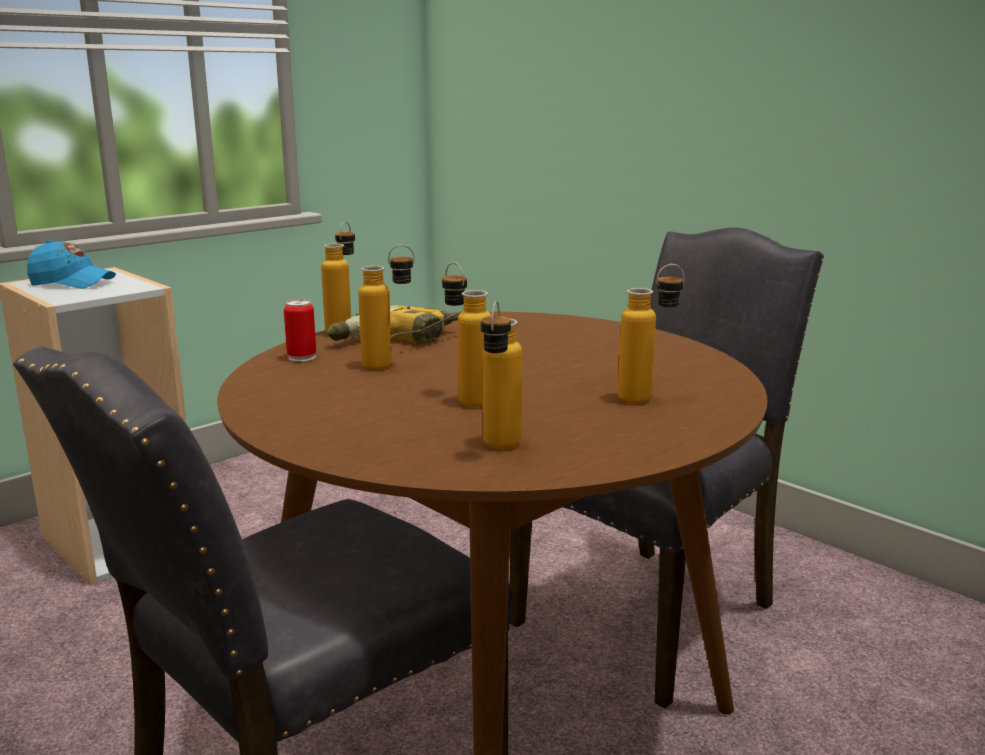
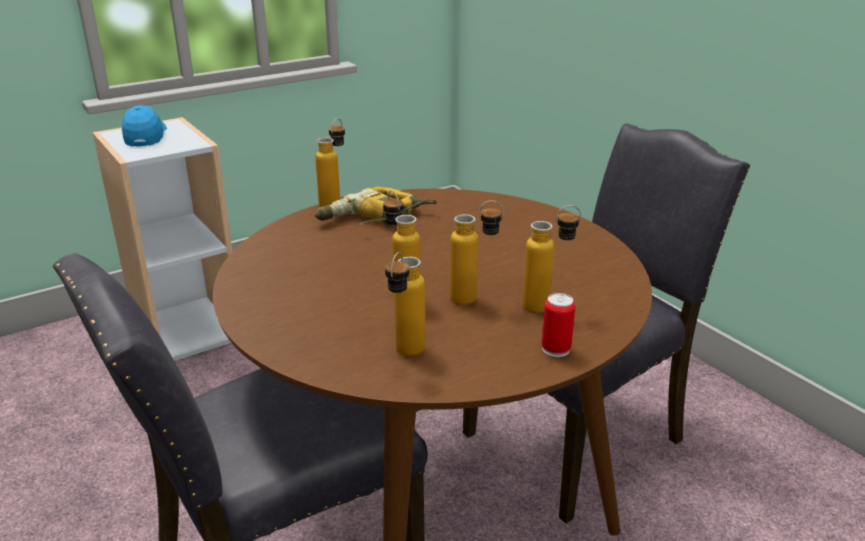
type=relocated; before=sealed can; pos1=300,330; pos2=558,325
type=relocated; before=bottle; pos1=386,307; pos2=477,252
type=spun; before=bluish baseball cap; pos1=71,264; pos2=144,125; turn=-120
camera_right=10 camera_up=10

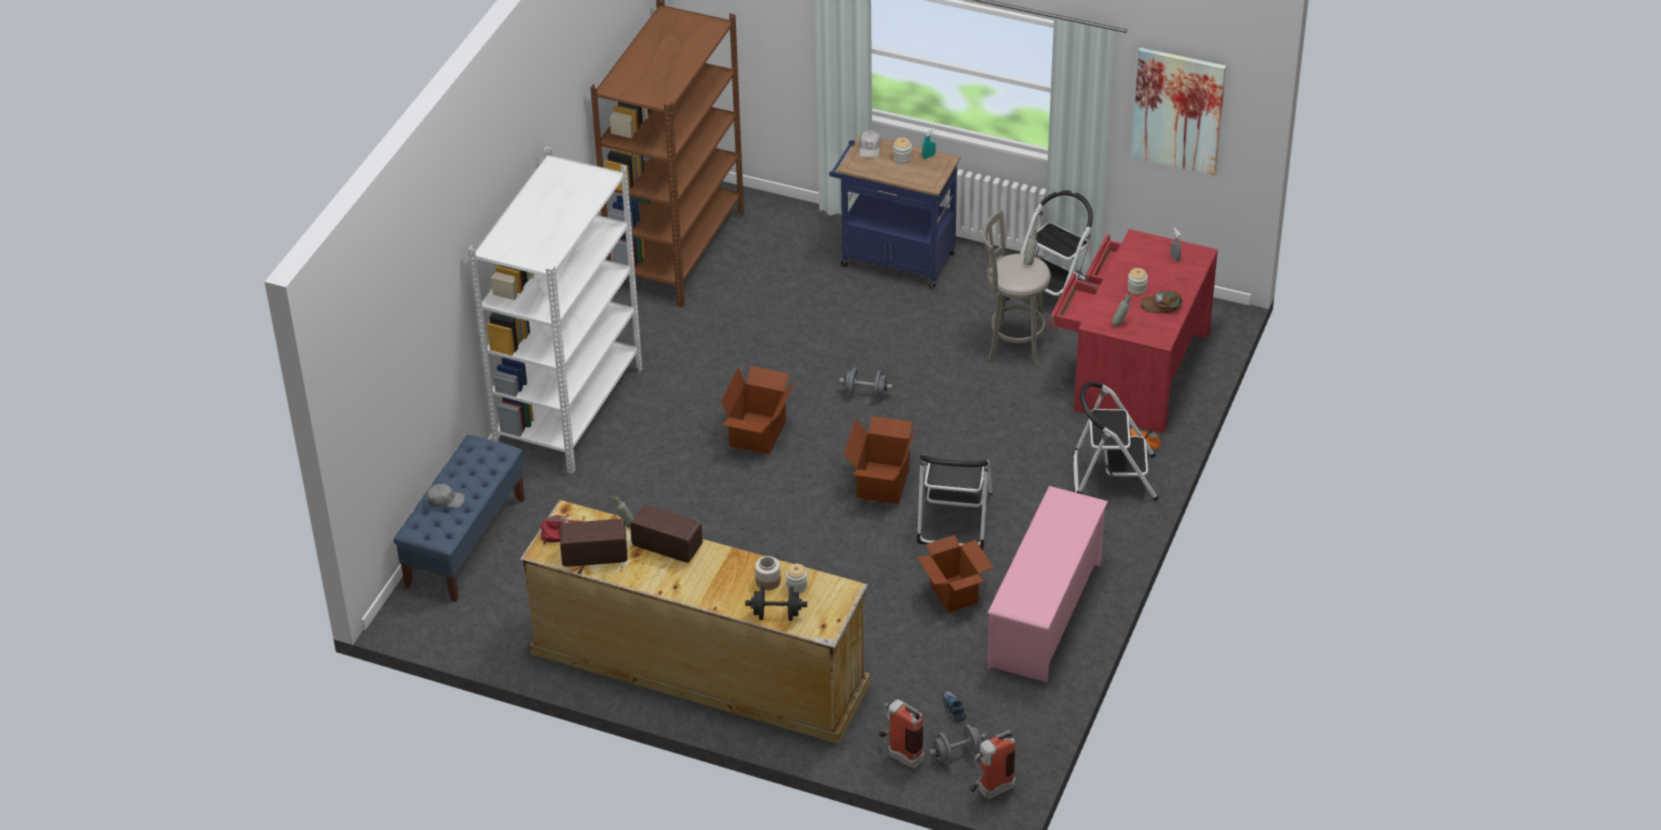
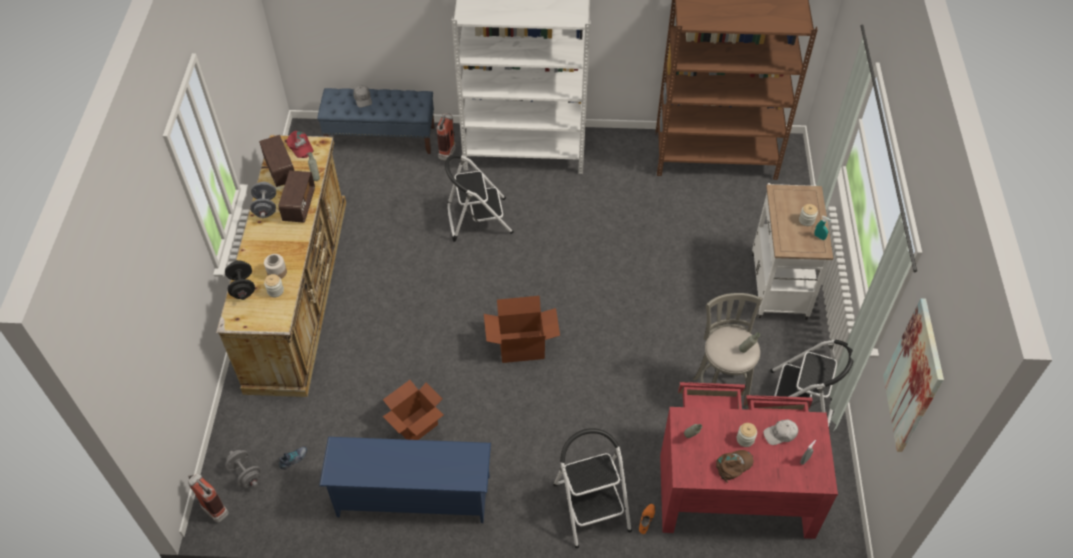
type=missing; before=cardboard box; pos1=758,410
type=relocated; before=gray free weight; pos1=866,384; pos2=263,200
type=relocated; before=white baseball cap; pos1=870,144; pos2=780,432
type=relocated; before=fire extinguisher; pos1=901,733; pos2=446,137
type=relocated; before=stepladder; pos1=955,502; pos2=479,198
type=colour; before=bluish cart; after=white cart; pos1=895,211; pos2=792,251
type=colour; before=pink shoe shelf; after=bluish shoe shelf; pos1=1047,584; pos2=405,480
type=spun; before=brown baseball cap; pos1=1162,302; pos2=734,466; turn=75
camera_right=70 camera_up=10

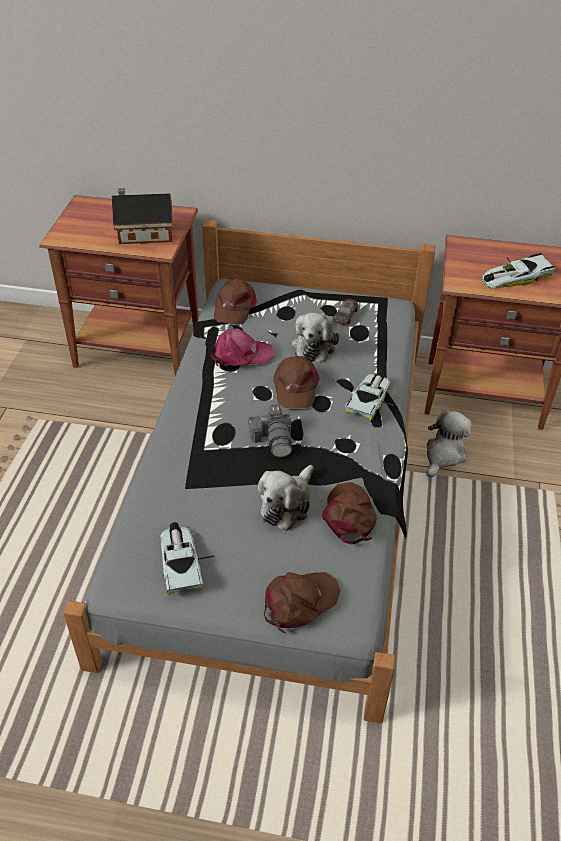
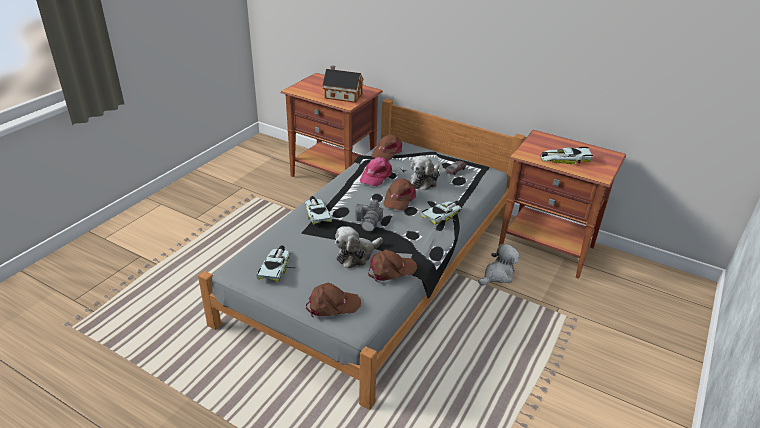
type=appeared; after=toy car; pos2=320,210
type=spun; before=pink baseball cap; pos1=242,347; pos2=376,171; turn=105
type=spun; before=brown baseball cap; pos1=349,513; pos2=392,266; turn=45
camera_right=20 camera_up=-10

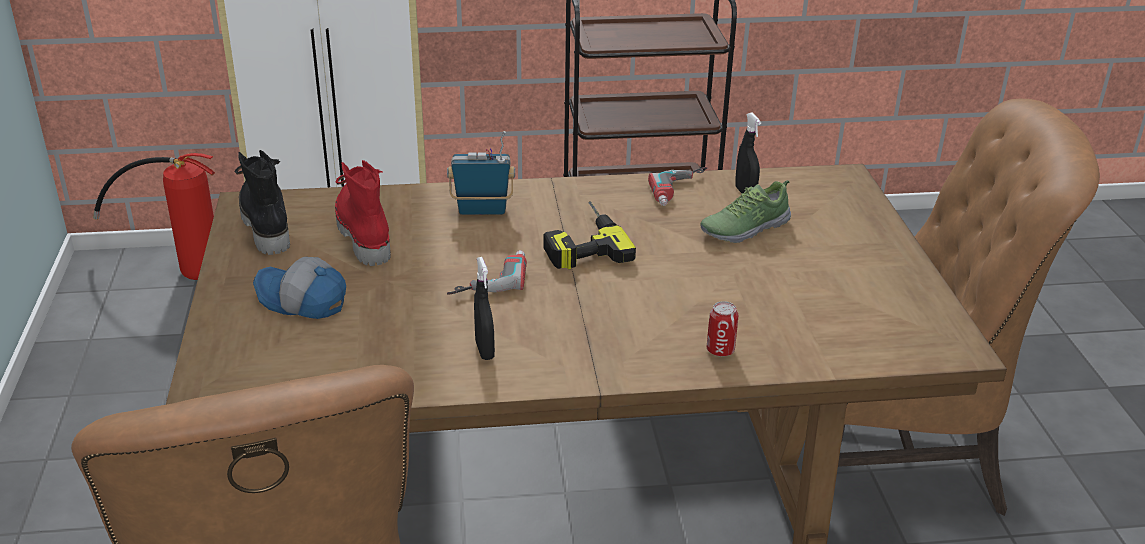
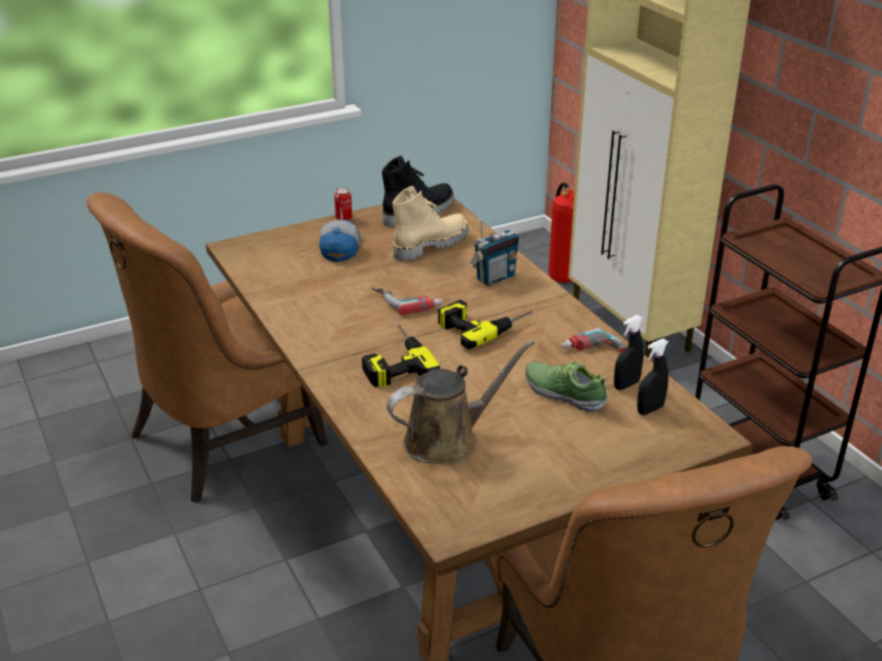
type=appeared; after=drill; pos2=401,356
type=appeared; after=brown sprinkling can; pos2=461,402
type=relocated; before=black hand sprayer; pos1=484,308; pos2=653,377
type=relocated; before=sealed can; pos1=722,329; pos2=343,204
type=colour; before=red high-top boot; after=beige-coloured high-top boot; pos1=363,213; pos2=430,224
type=spun; before=radio set; pos1=481,173; pos2=494,252; turn=75
camera_right=70 camera_up=0

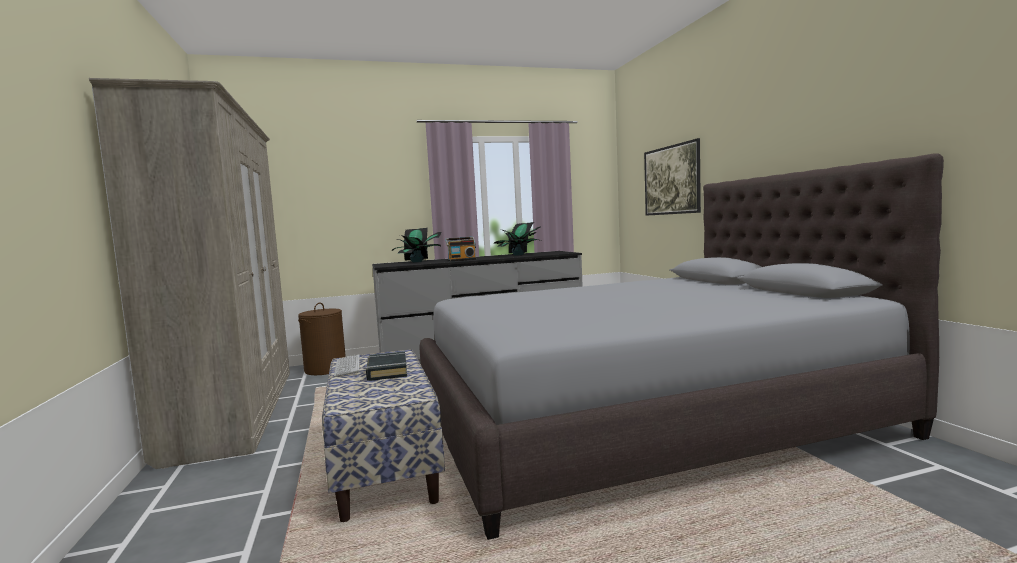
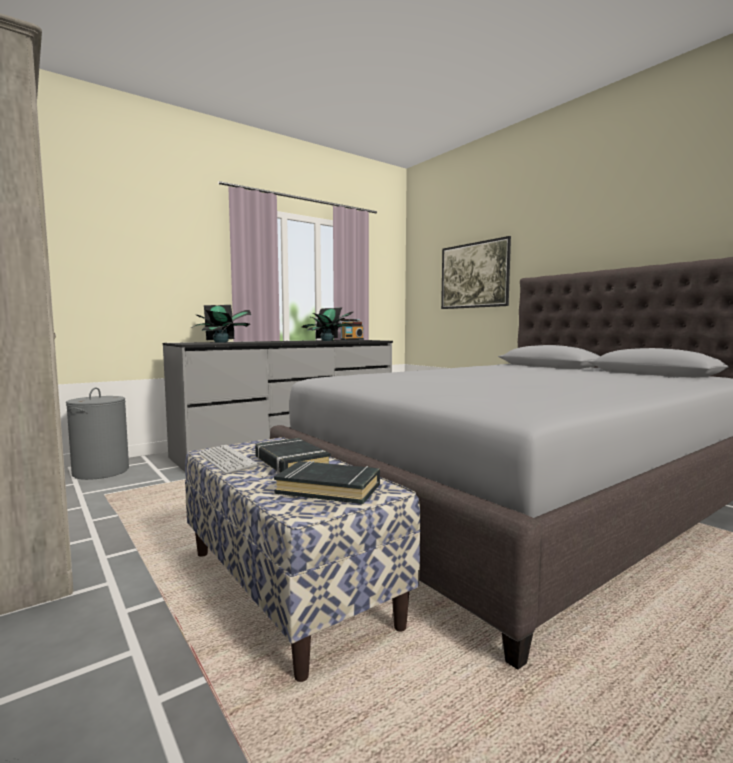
type=appeared; after=black volume; pos2=327,482
type=relocated; before=radio set; pos1=460,249; pos2=351,329
type=colour; before=brown washing basket; after=gray washing basket; pos1=322,339; pos2=97,433
camera_right=-20 camera_up=0

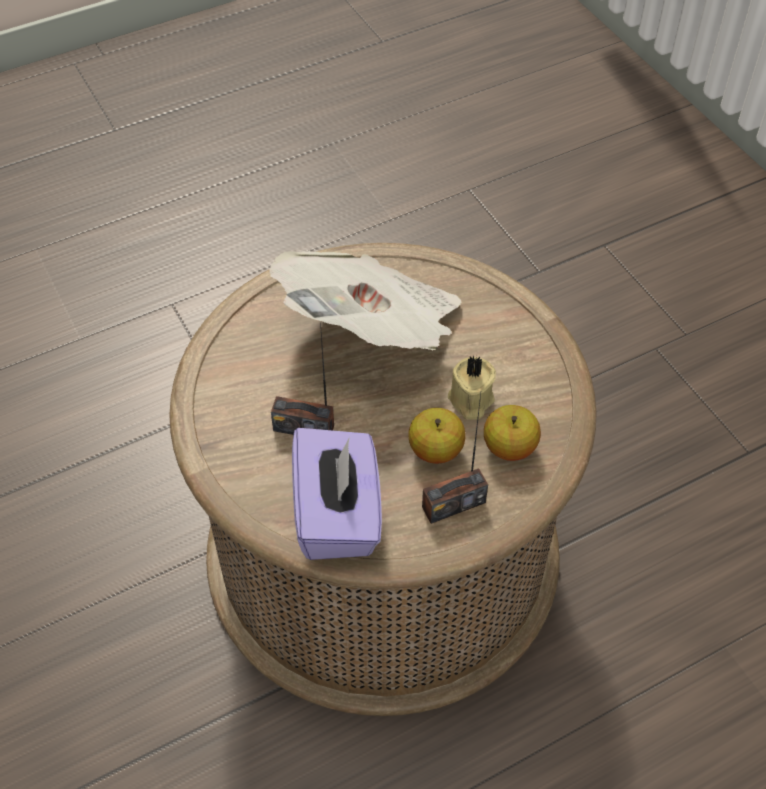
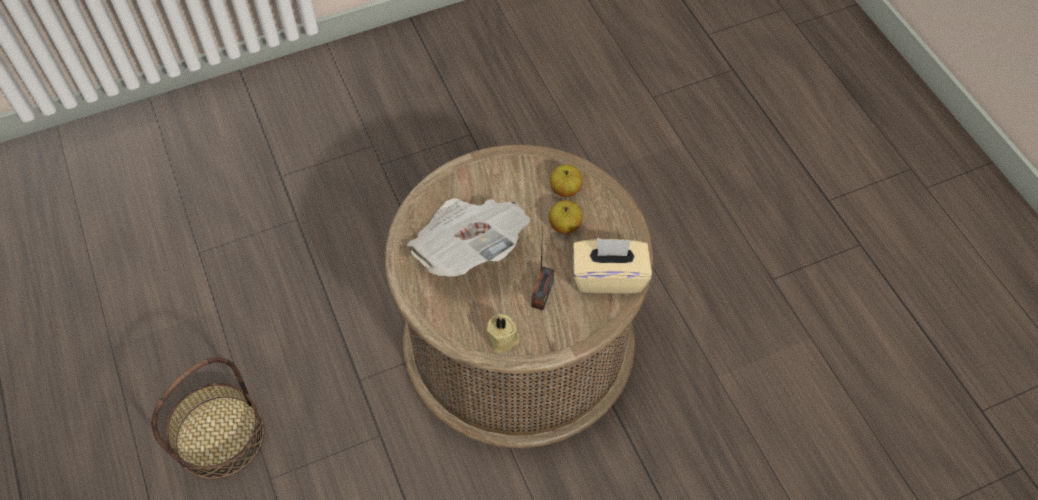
type=missing; before=radio set; pos1=455,459
type=appeared; after=storage basket; pos2=207,418
type=relocated; before=beige-coloured wax candle; pos1=472,388; pos2=503,333
type=colour; before=purple tissue holder; after=beige-coloured tissue holder; pos1=337,494; pos2=612,266
camera_right=-85 camera_up=5

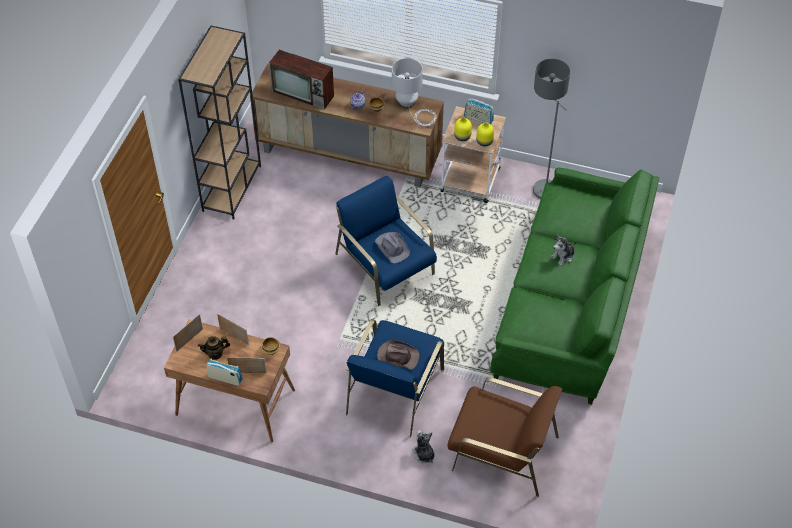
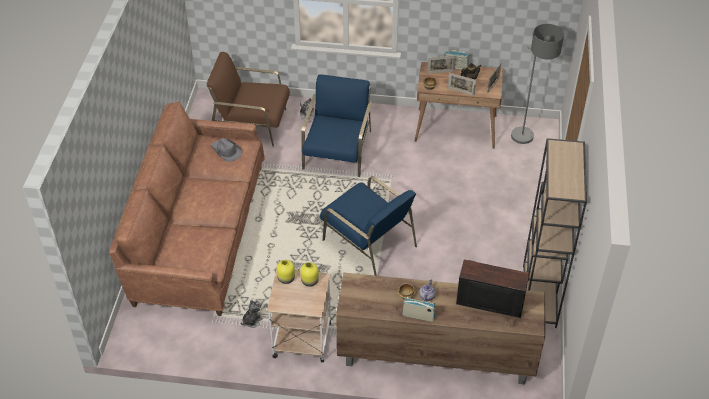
type=missing; before=brown hat; pos1=398,355
type=missing; before=gray table lamp; pos1=414,92
type=relocated; before=gray hat; pos1=392,247; pos2=226,150
type=relocated; before=radio set; pos1=479,111; pos2=418,309
type=relocated; before=gray standard lamp; pos1=551,129; pos2=537,84
type=relocated; before=plush toy; pos1=564,250; pos2=252,314
type=colour; before=greenish sofa; after=brown sofa; pos1=574,286; pos2=187,209
camera_right=170 camera_up=-5

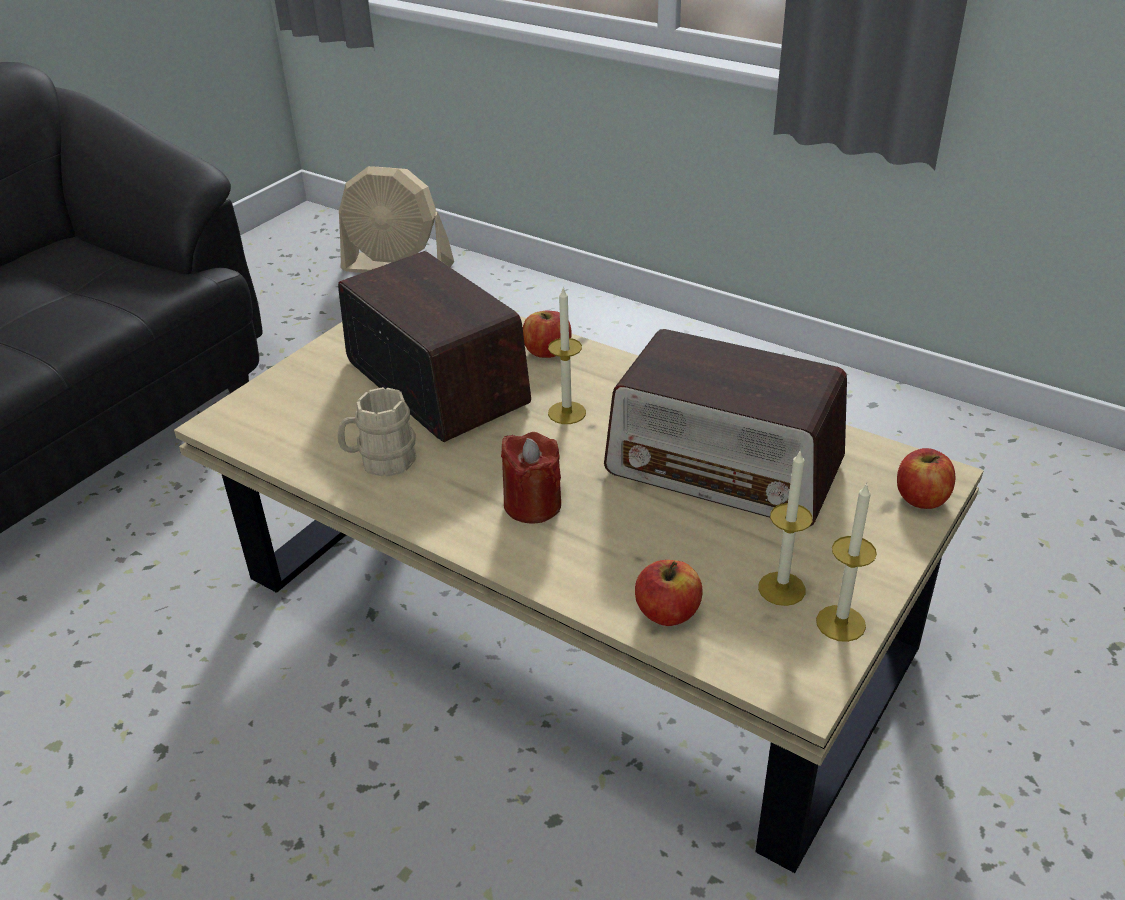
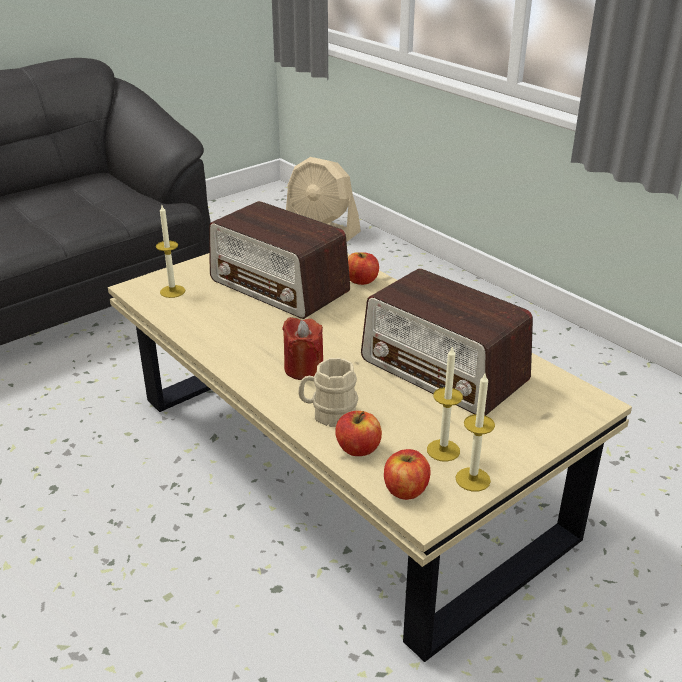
type=relocated; before=beige-coloured tea mug; pos1=377,432; pos2=328,392
type=relocated; before=wax candle; pos1=567,355; pos2=170,251
type=relocated; before=apple; pos1=926,478; pos2=407,474
type=spun; before=radio set; pos1=434,346; pos2=279,260; turn=150
camera_right=15 camera_up=-5

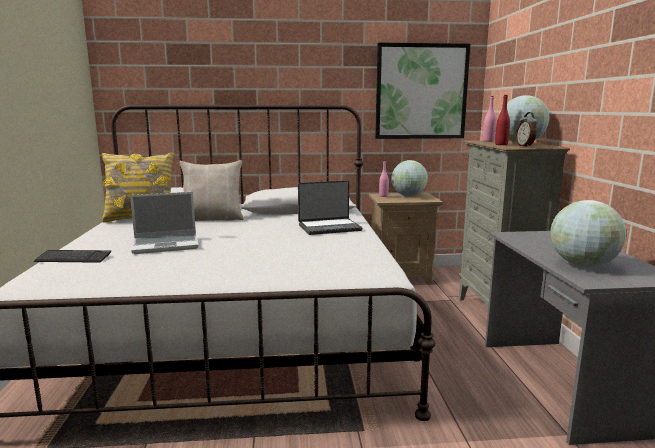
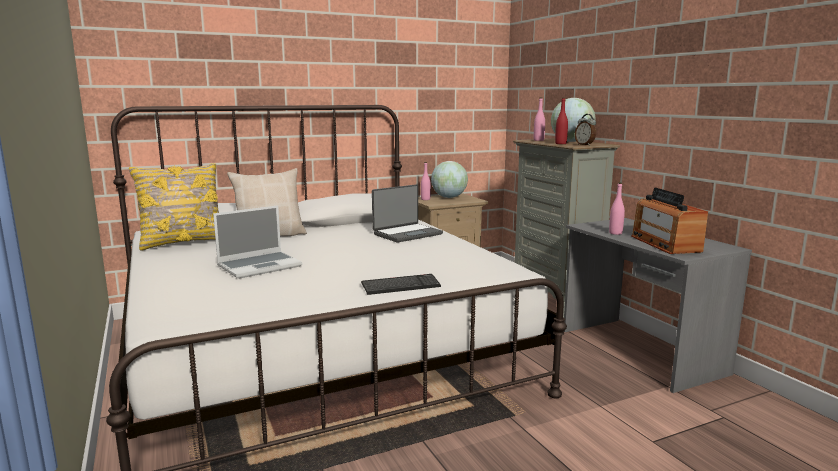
type=missing; before=wall picture; pos1=422,91
type=appeared; after=pink bottle; pos2=617,209
type=relocated; before=keyboard; pos1=72,256; pos2=401,284
type=exchanged; before=desk globe; after=radio set; pos1=588,233; pos2=669,220
camera_right=-20 camera_up=0

